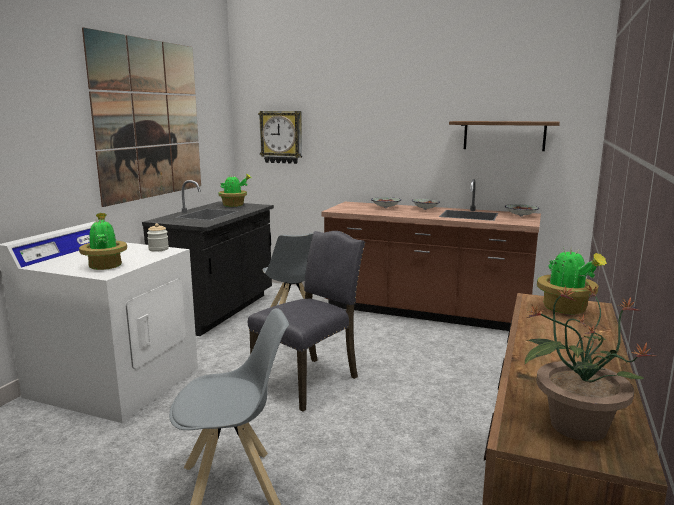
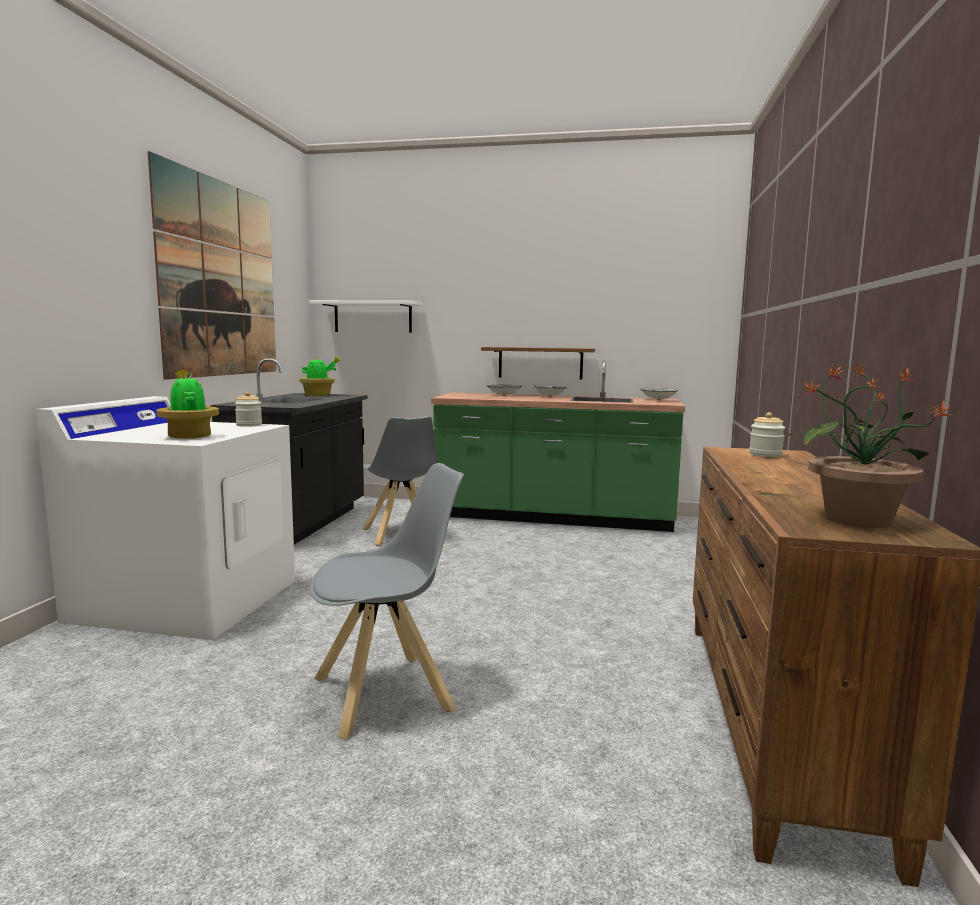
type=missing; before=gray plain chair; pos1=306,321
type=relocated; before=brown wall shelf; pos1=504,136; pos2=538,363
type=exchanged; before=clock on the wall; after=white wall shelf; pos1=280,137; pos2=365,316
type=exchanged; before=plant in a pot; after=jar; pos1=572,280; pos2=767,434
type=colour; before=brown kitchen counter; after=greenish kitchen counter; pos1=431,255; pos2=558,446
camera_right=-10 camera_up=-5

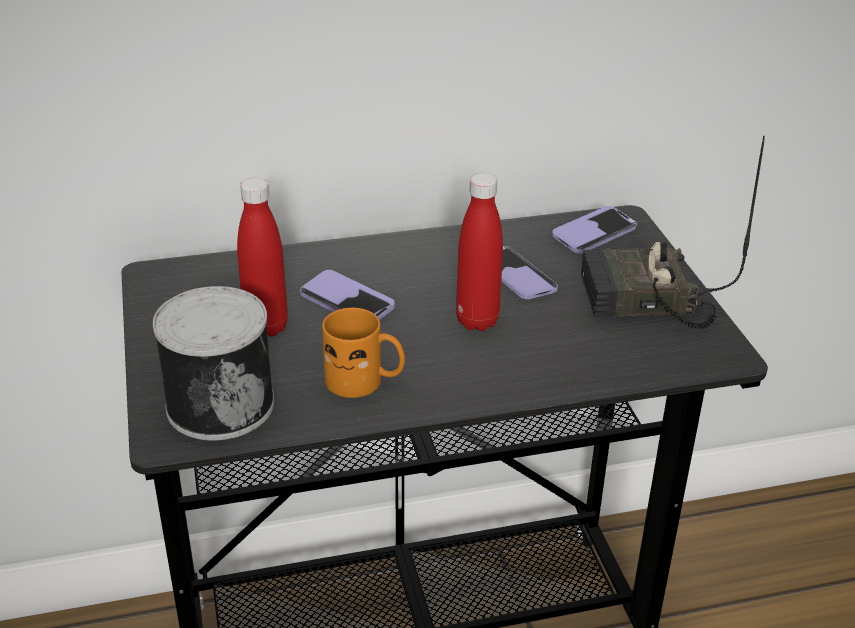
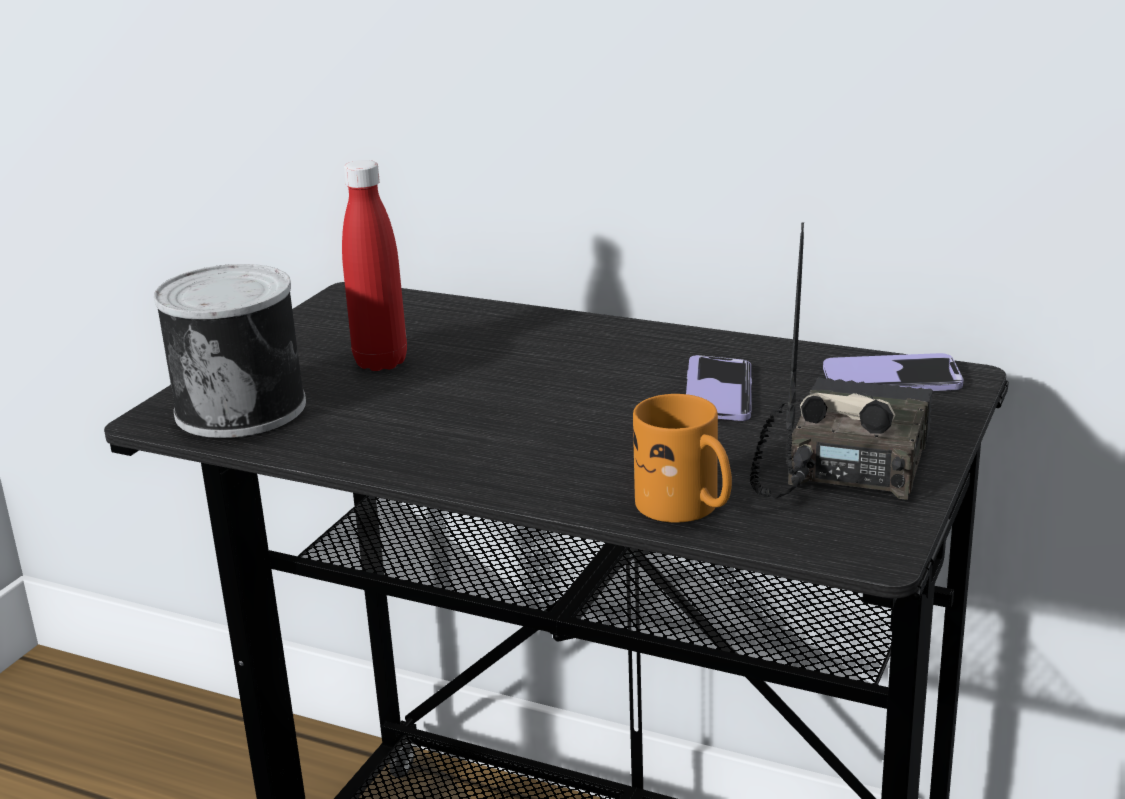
type=missing; before=phone; pos1=347,295
type=missing; before=red bottle; pos1=479,252
type=relocated; before=orangey tea mug; pos1=363,353; pos2=682,458
type=spun; before=radio set; pos1=673,232; pos2=841,361; turn=75
camera_right=40 camera_up=-10

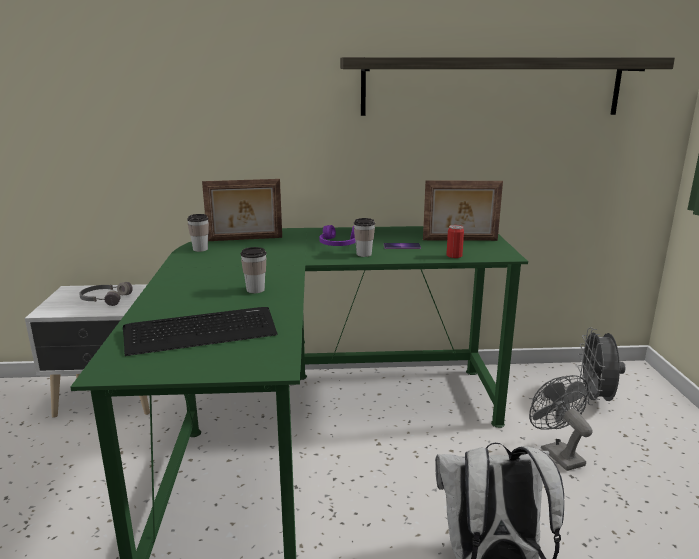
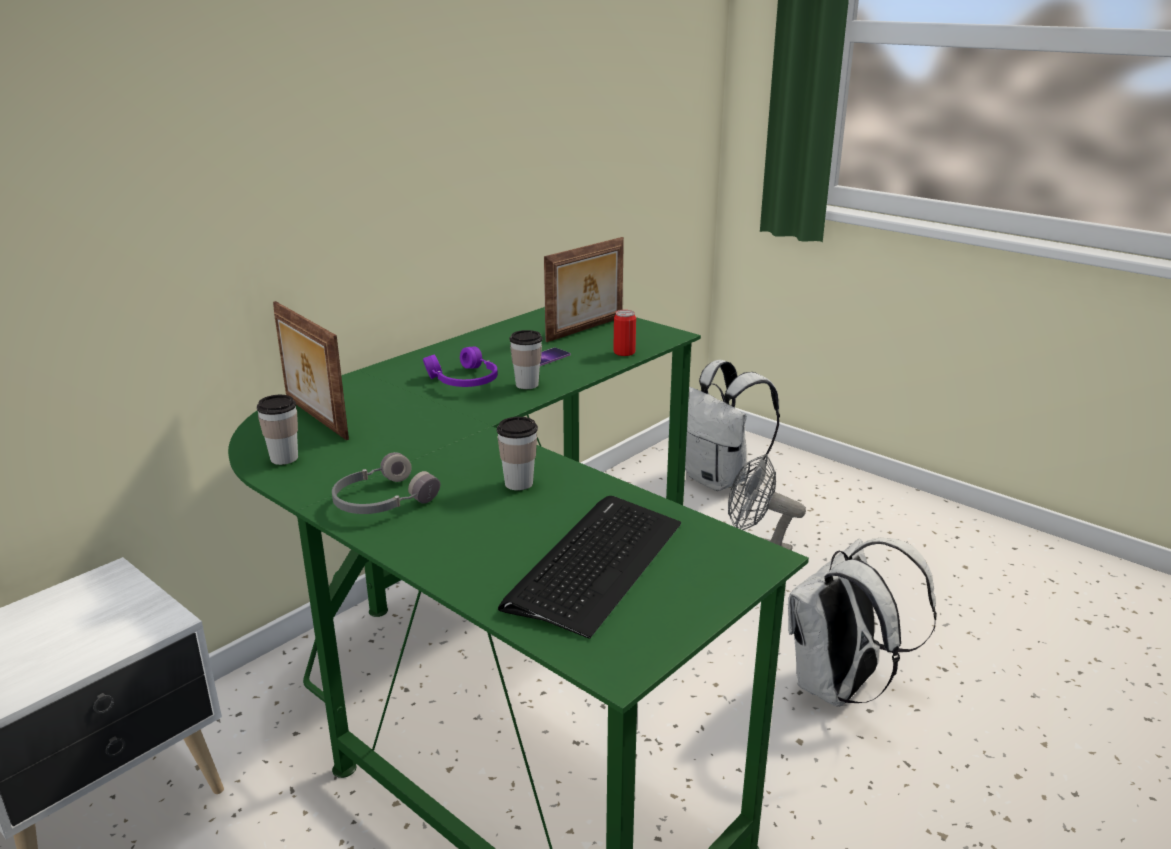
type=missing; before=wall shelf; pos1=507,86
type=relocated; before=gray headset; pos1=106,294; pos2=386,483
type=exchanged; before=gray cooling fan; after=white backpack; pos1=601,366; pos2=732,425
type=spun; before=photo frame; pos1=242,210; pos2=311,370; turn=105
camera_right=-45 camera_up=5

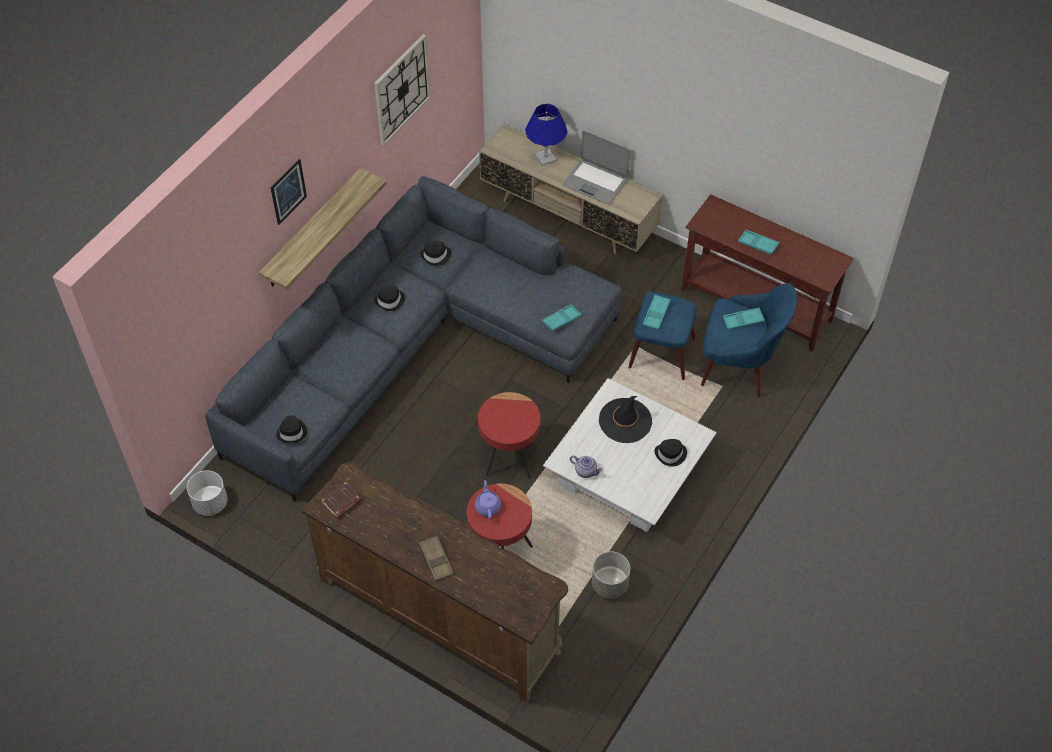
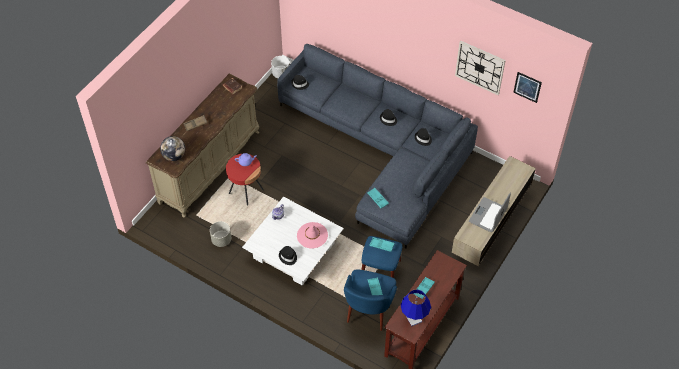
type=missing; before=wall shelf; pos1=323,229
type=missing; before=red end table; pos1=509,435
type=appeared; after=desk globe; pos2=172,148
type=relocated; before=wall picture; pos1=288,192; pos2=527,87
type=relocated; before=bluish table lamp; pos1=546,135; pos2=416,307
type=colour; before=black hat; after=pink hat; pos1=625,419; pos2=312,235
camera_right=90 camera_up=0

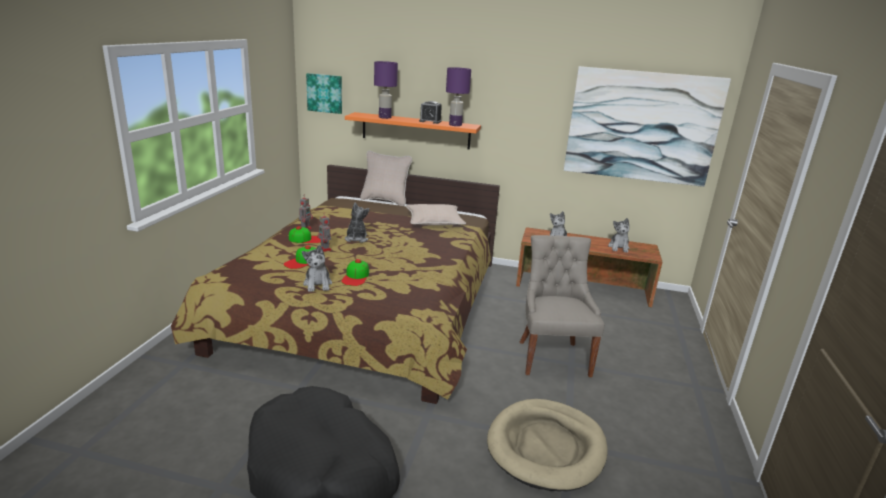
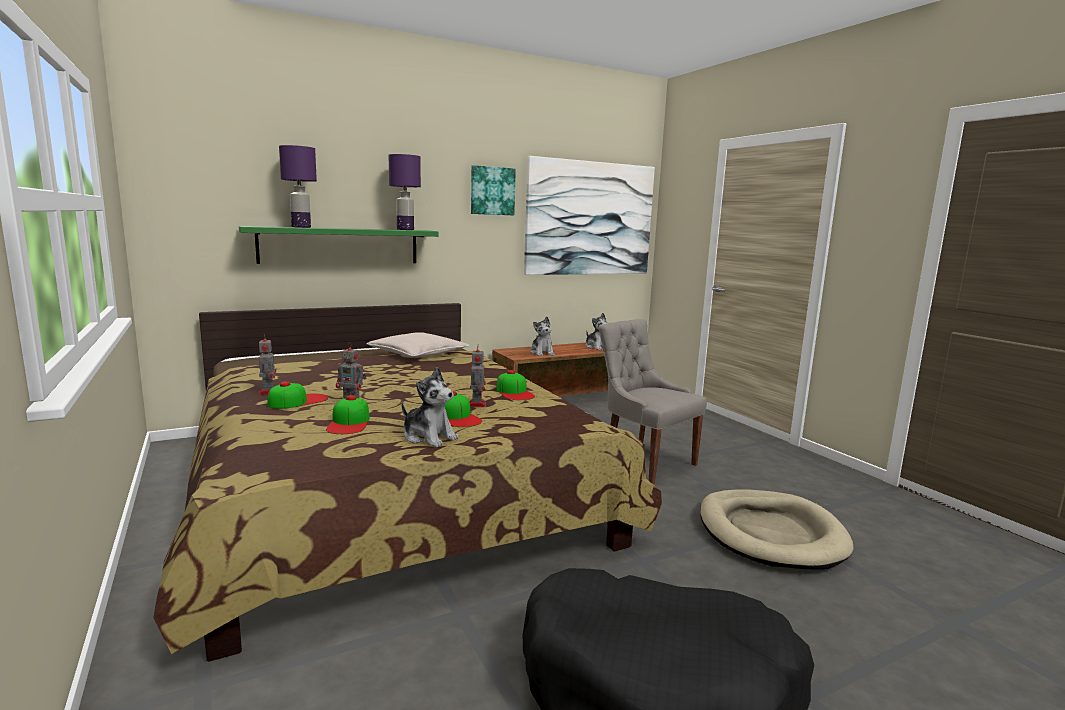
type=missing; before=plush toy; pos1=357,223
type=missing; before=beige-coloured cushion; pos1=386,178
type=missing; before=alarm clock; pos1=430,112
type=appeared; after=model robot; pos2=478,378
type=appeared; after=baseball cap; pos2=515,385
type=relocated; before=wall picture; pos1=324,93; pos2=493,190
type=colour; before=orangey wall shelf; after=greenish wall shelf; pos1=413,131; pos2=338,245
camera_right=-40 camera_up=-10

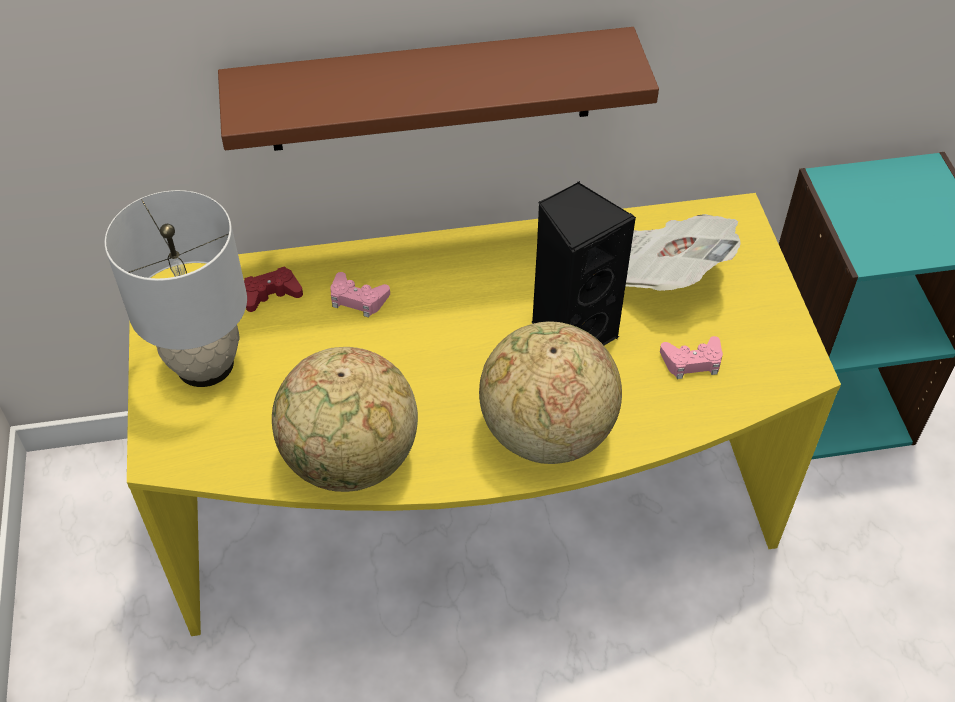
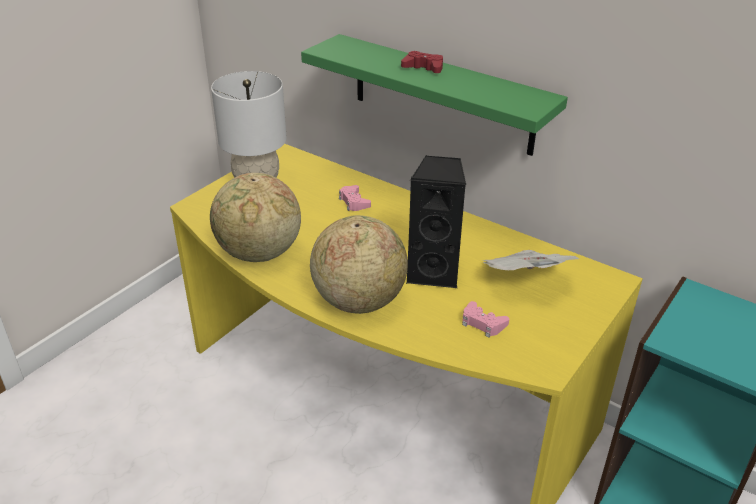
type=relocated; before=red game controller; pos1=273,289; pos2=422,62
type=colour; before=brown wall shelf; after=greenish wall shelf; pos1=438,89; pos2=434,95
camera_right=45 camera_up=-15

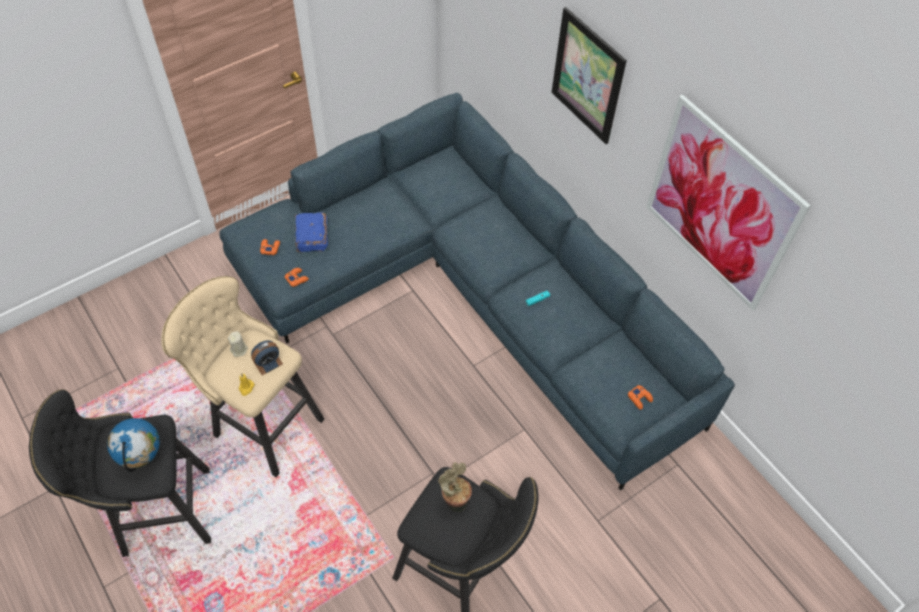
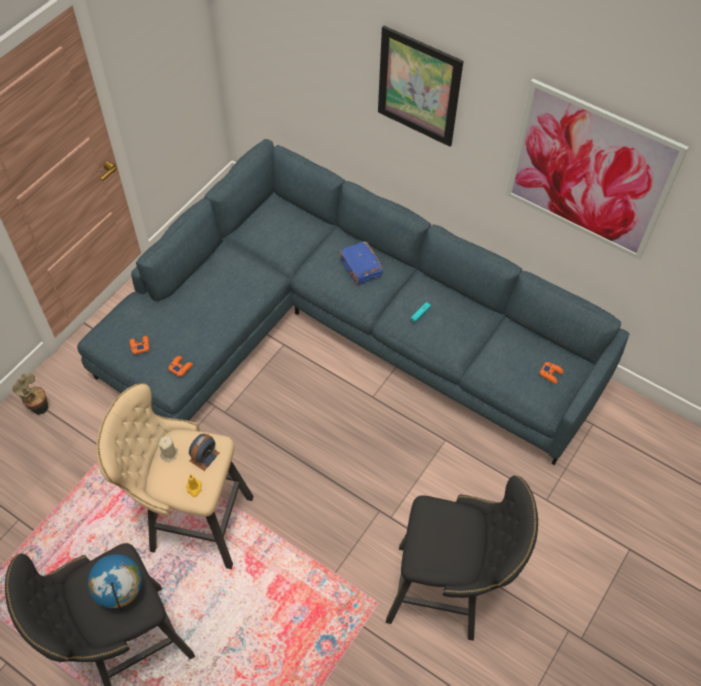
type=relocated; before=bluish volume; pos1=311,232; pos2=361,263
type=relocated; before=plant in a pot; pos1=455,487; pos2=30,394
camera_right=-20 camera_up=0

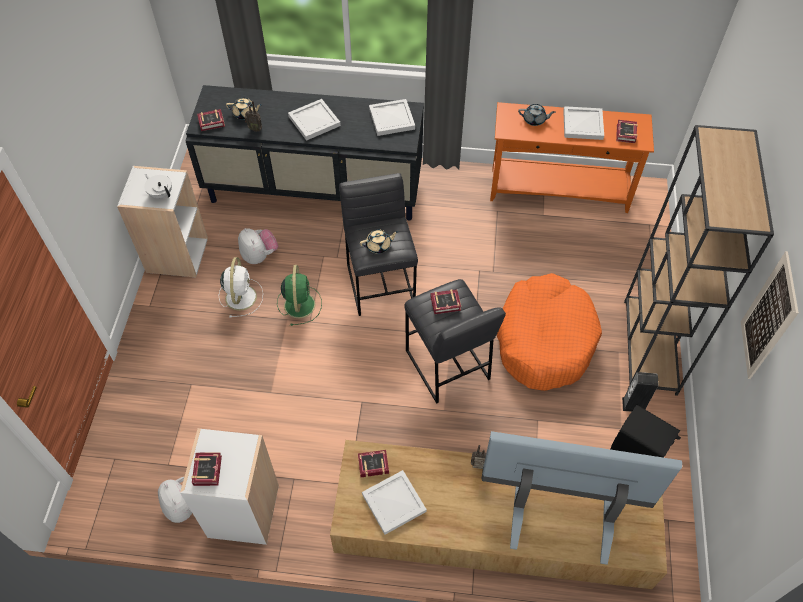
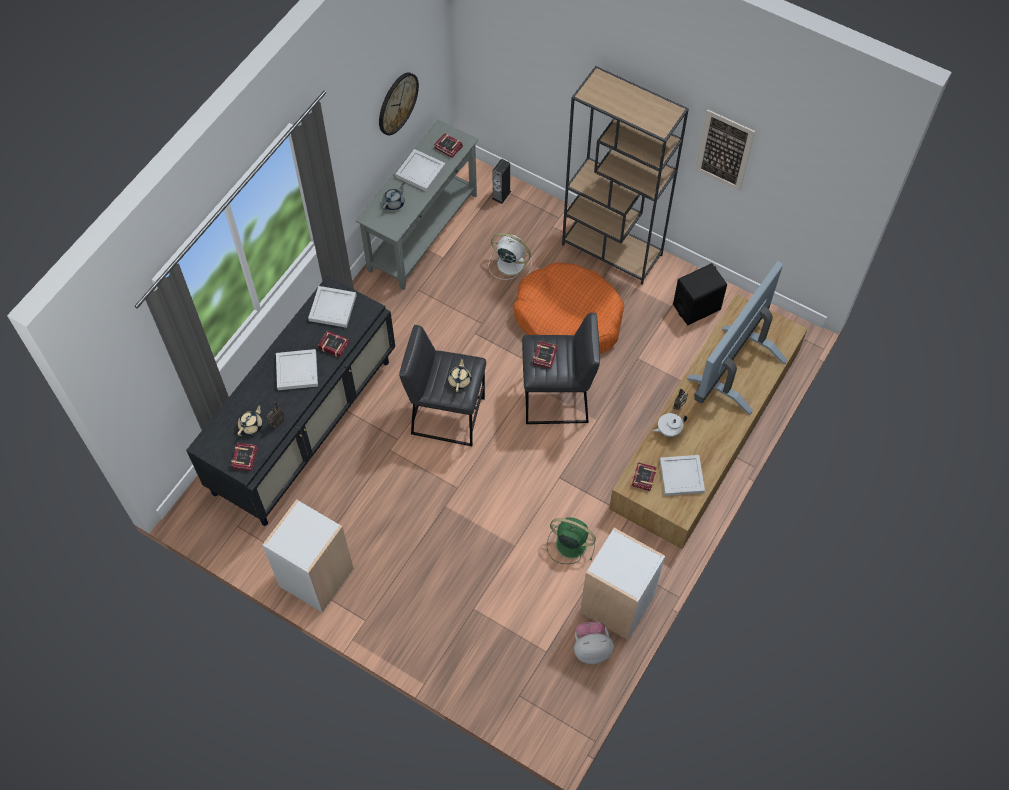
type=missing; before=plush toy; pos1=258,246
type=appeared; after=clock on the wall; pos2=399,103
type=relocated; before=white teapot; pos1=158,186; pos2=669,425
type=relocated; before=volume; pos1=206,469; pos2=334,344
type=relocated; before=white cooling fan; pos1=241,287; pos2=510,256
type=relocated; before=greenish cooling fan; pos1=299,295; pos2=571,540
type=relocated; before=audio speaker; pos1=640,392; pos2=501,181
type=colour; before=orangey narrow table; after=gray narrow table; pos1=572,157; pos2=417,205
camera_right=-65 camera_up=5

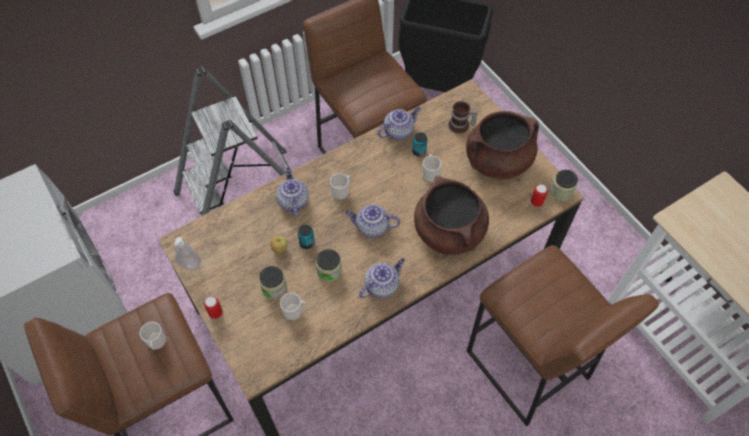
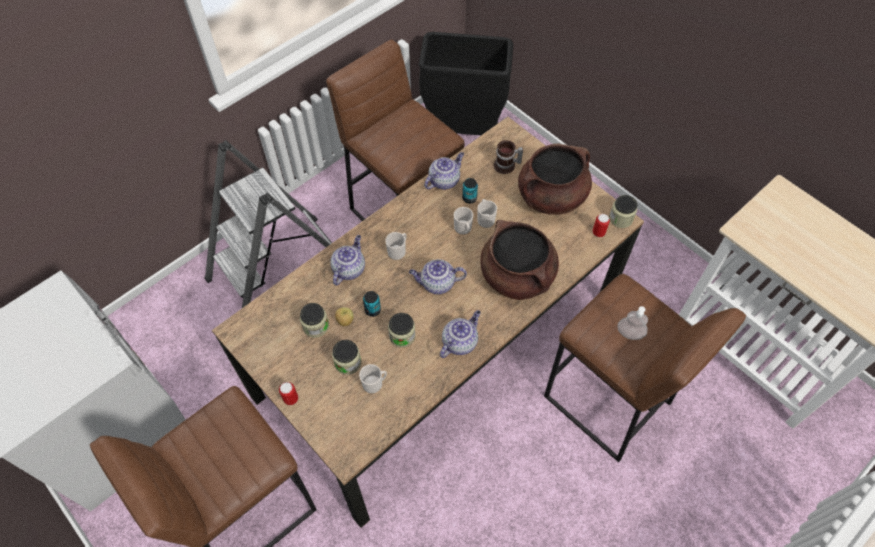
type=appeared; after=jar; pos2=314,320
type=relocated; before=tea mug; pos1=153,336; pos2=463,221
type=relocated; before=soap dispenser; pos1=187,253; pos2=633,323
type=spun; before=teapot; pos1=292,193; pos2=347,260; turn=45
camera_right=-10 camera_up=0

